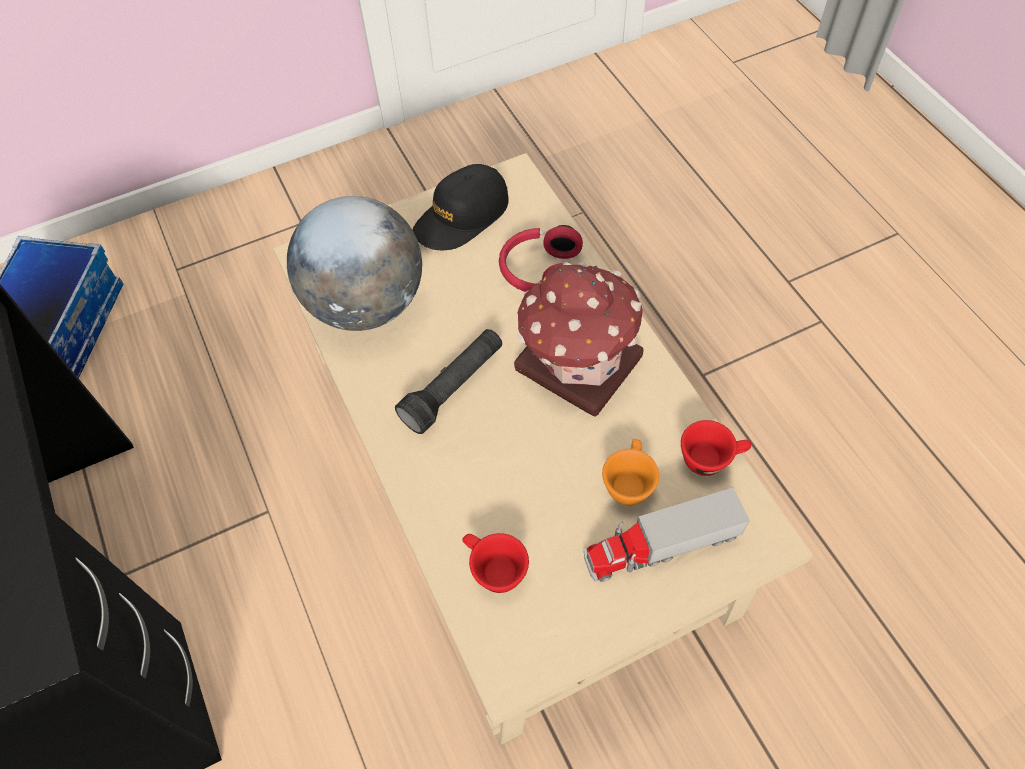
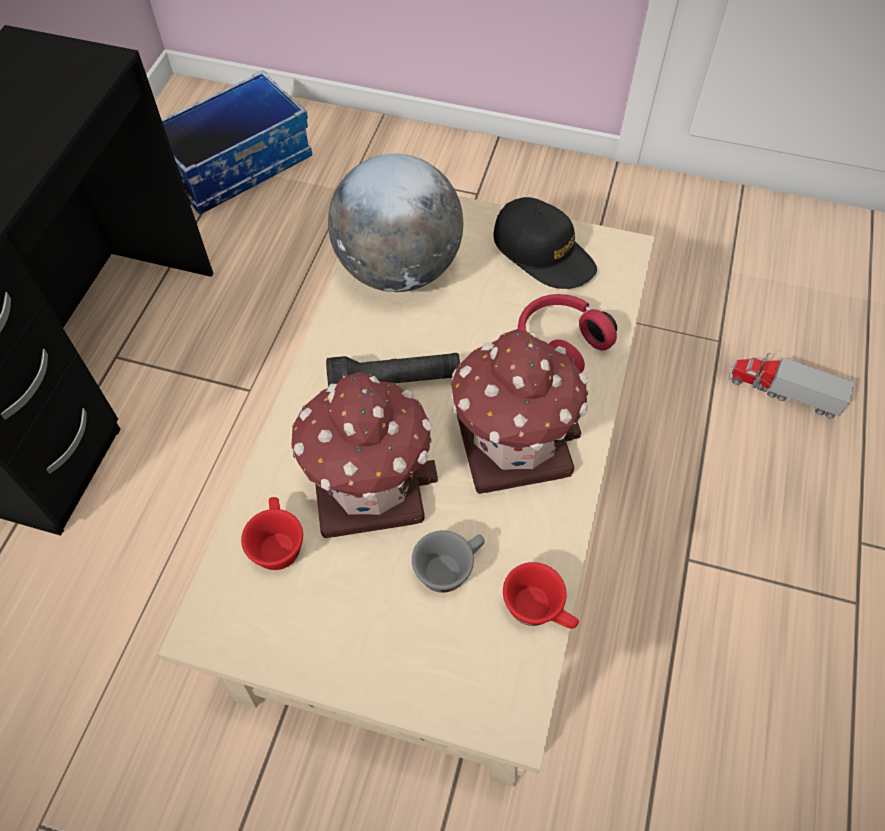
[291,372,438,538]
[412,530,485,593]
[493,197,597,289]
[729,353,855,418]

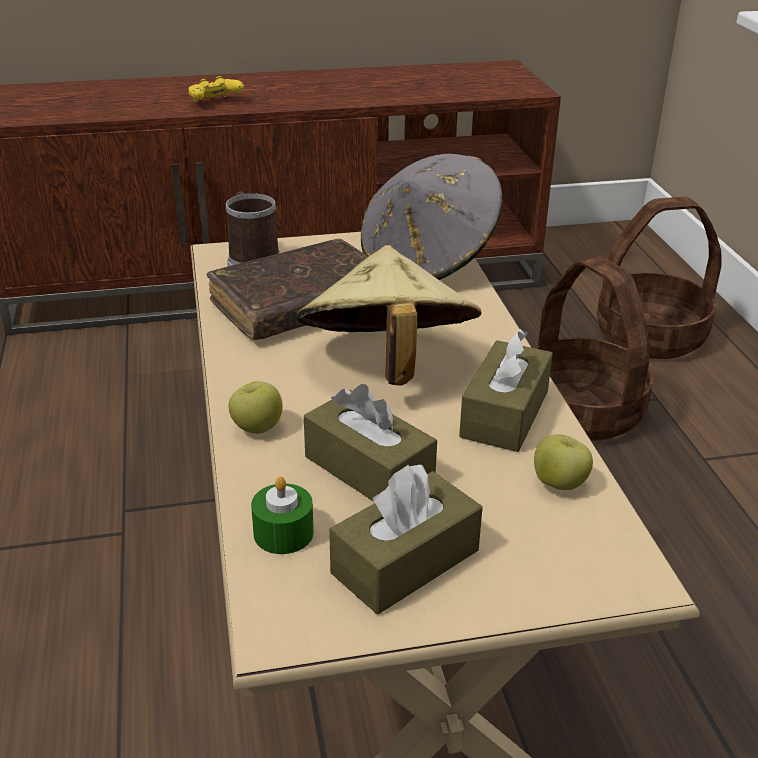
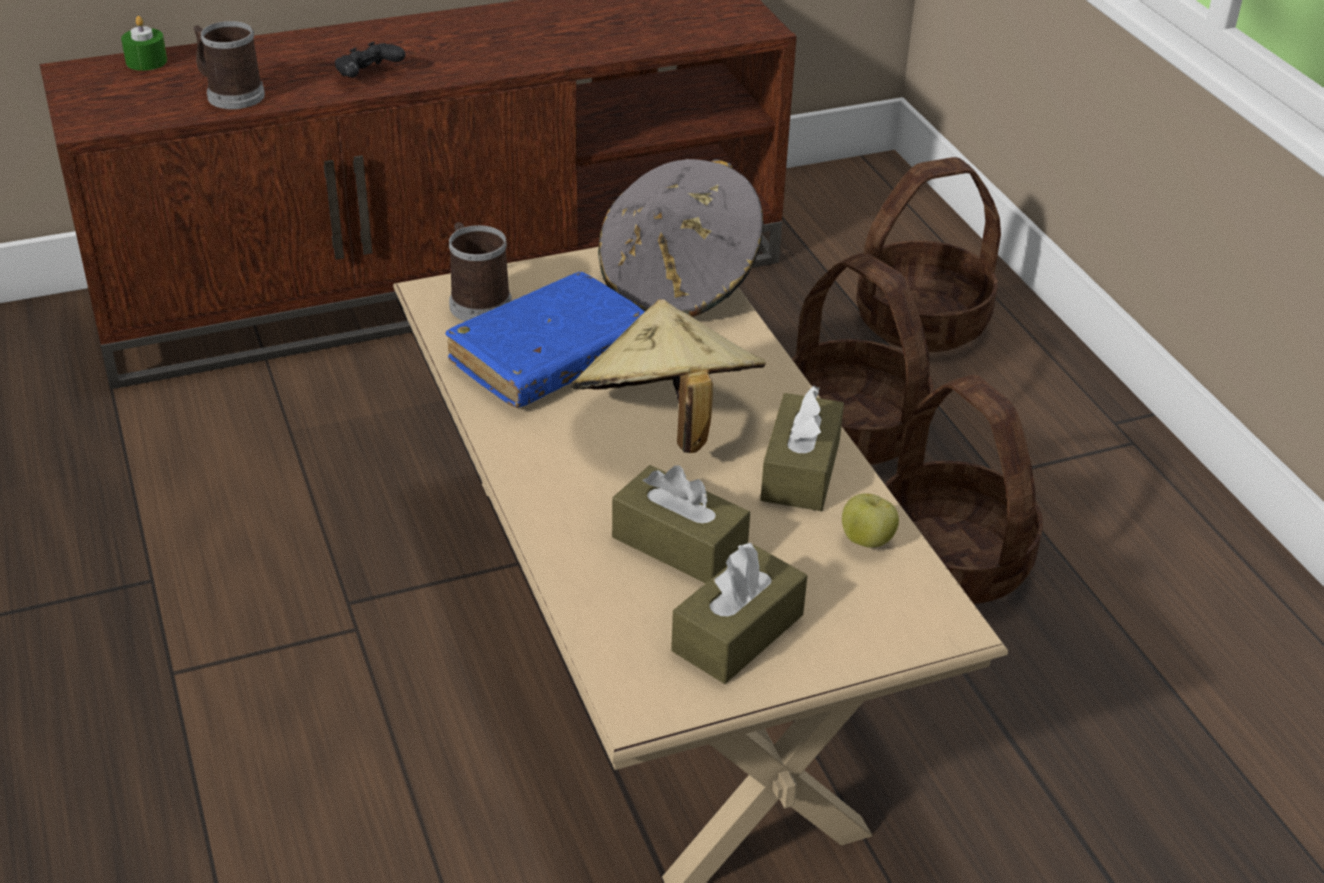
[121,16,167,71]
[193,21,265,109]
[335,42,406,78]
[445,272,645,408]
[885,375,1043,604]
[228,381,283,434] (first image)

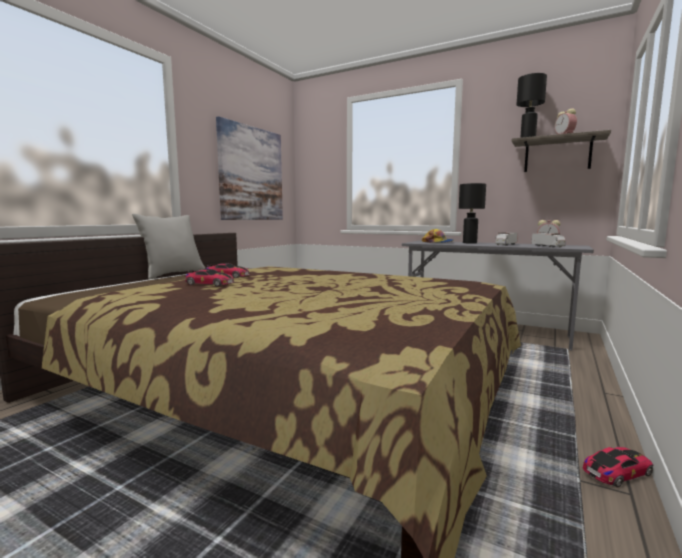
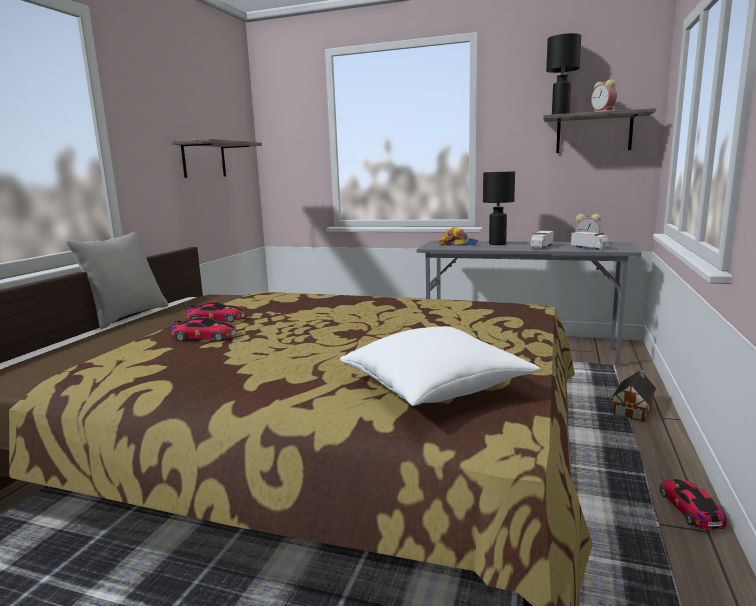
[172,139,262,178]
[340,326,540,406]
[612,370,657,422]
[660,479,727,530]

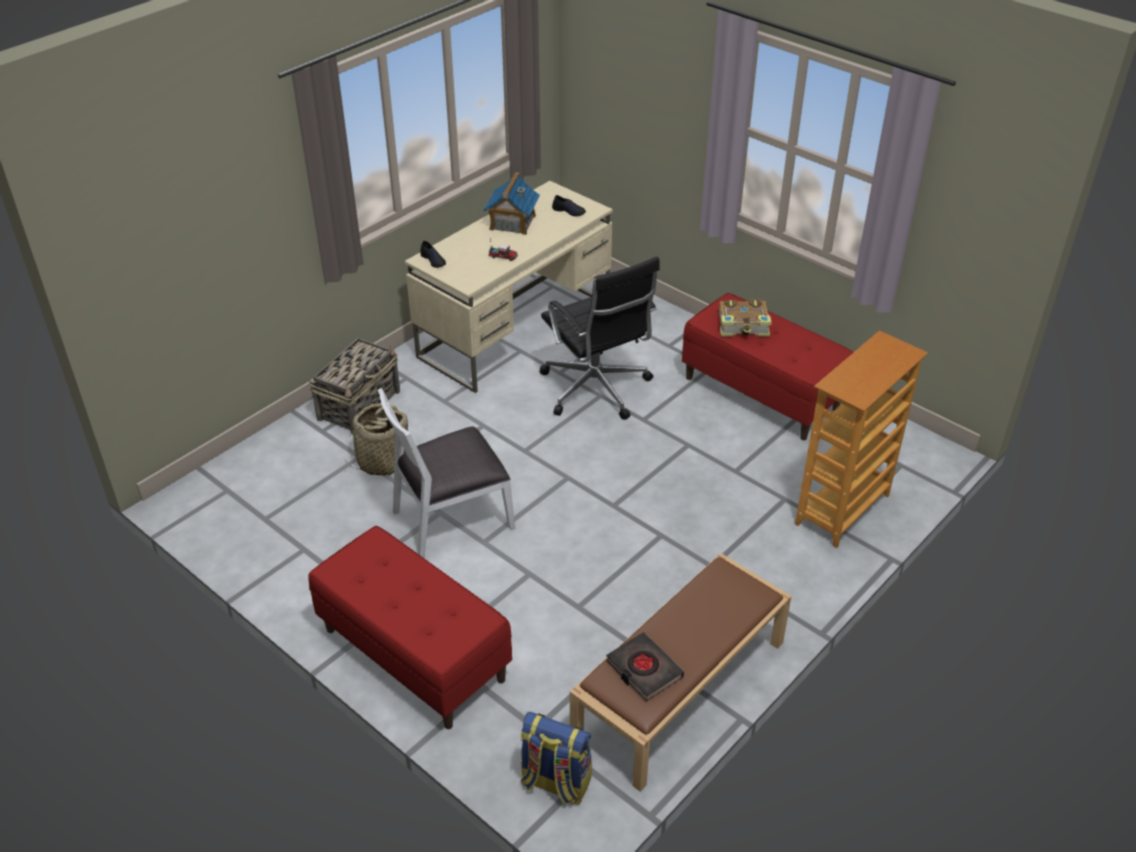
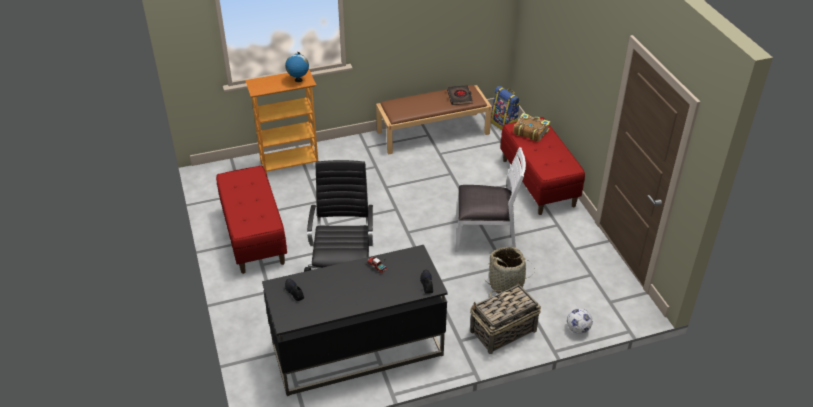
[262,245,448,396]
[285,52,309,82]
[513,113,551,141]
[567,309,593,334]
[483,172,540,235] (first image)

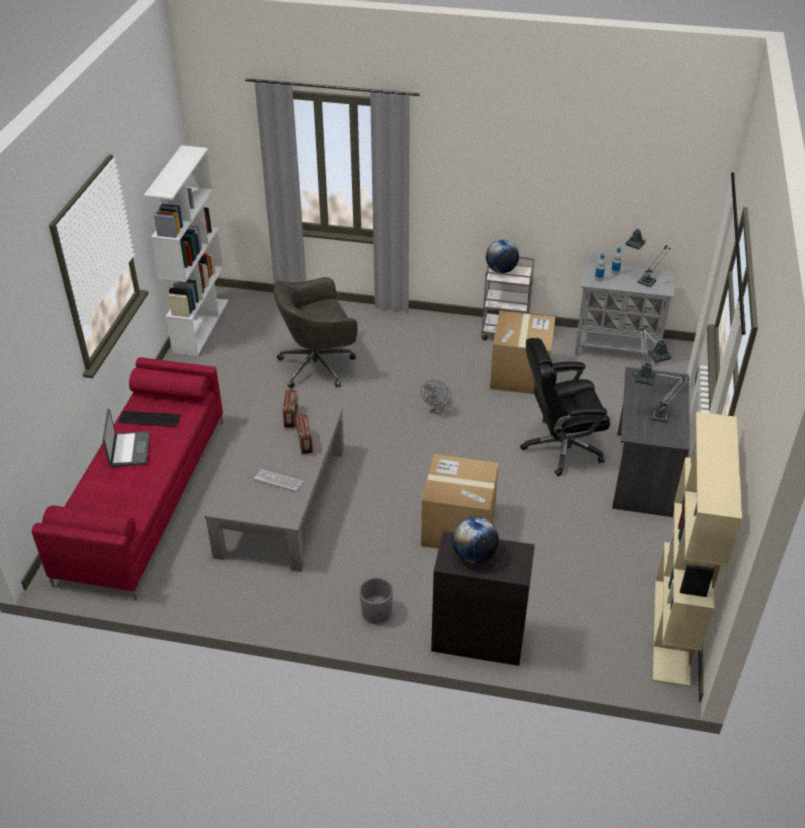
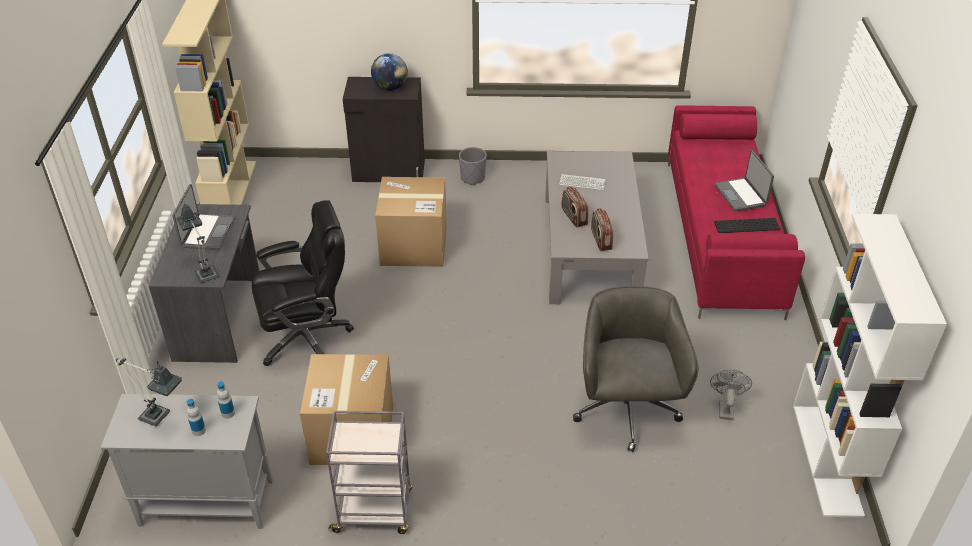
[172,184,235,250]
[573,286,699,452]
[710,369,752,420]
[486,240,519,273] (first image)

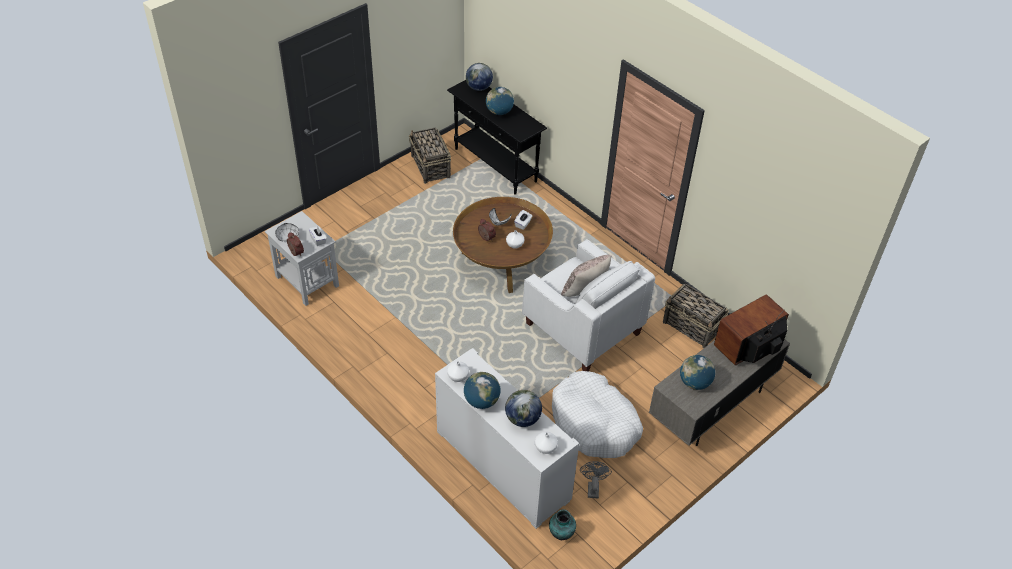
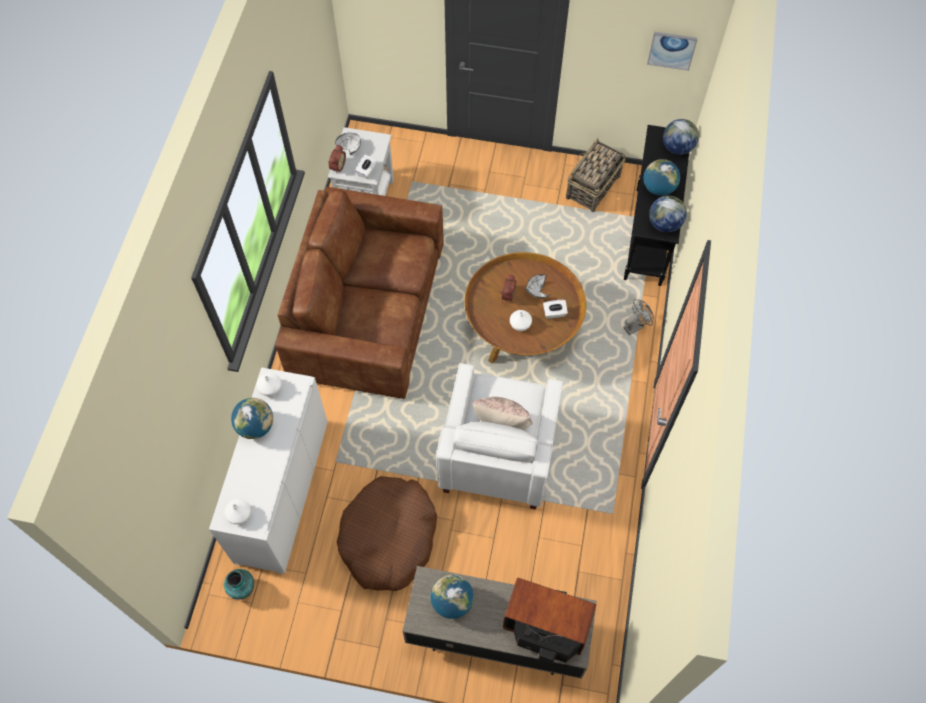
[275,187,444,399]
[337,476,437,591]
[623,299,654,336]
[647,32,698,71]
[649,195,687,232]
[663,284,729,348] (first image)

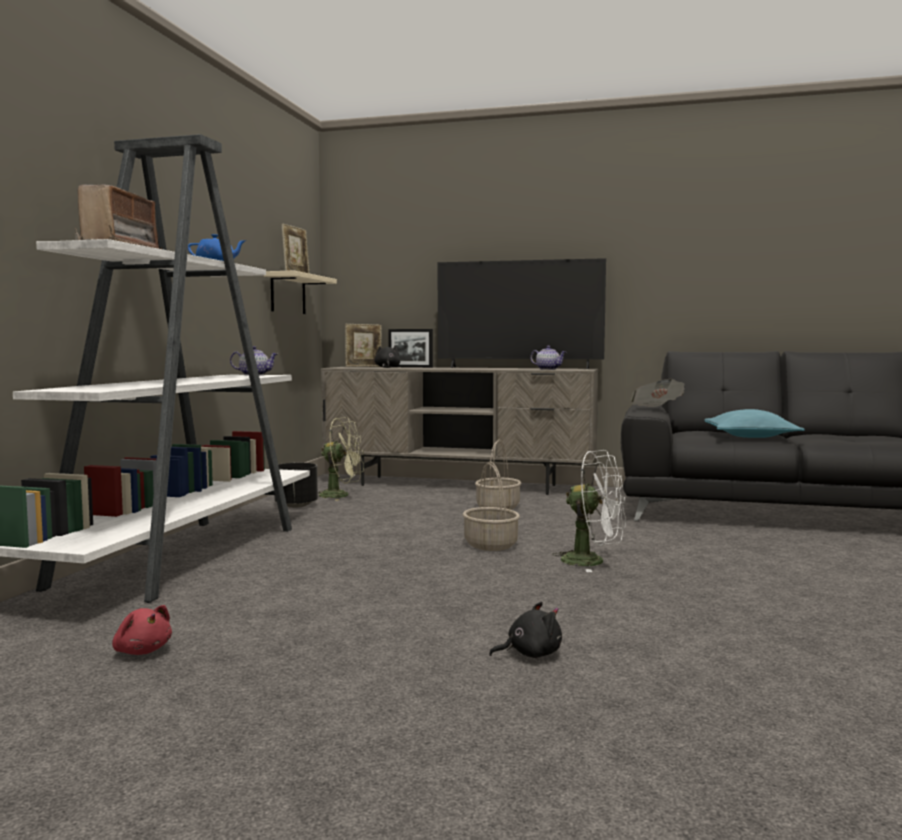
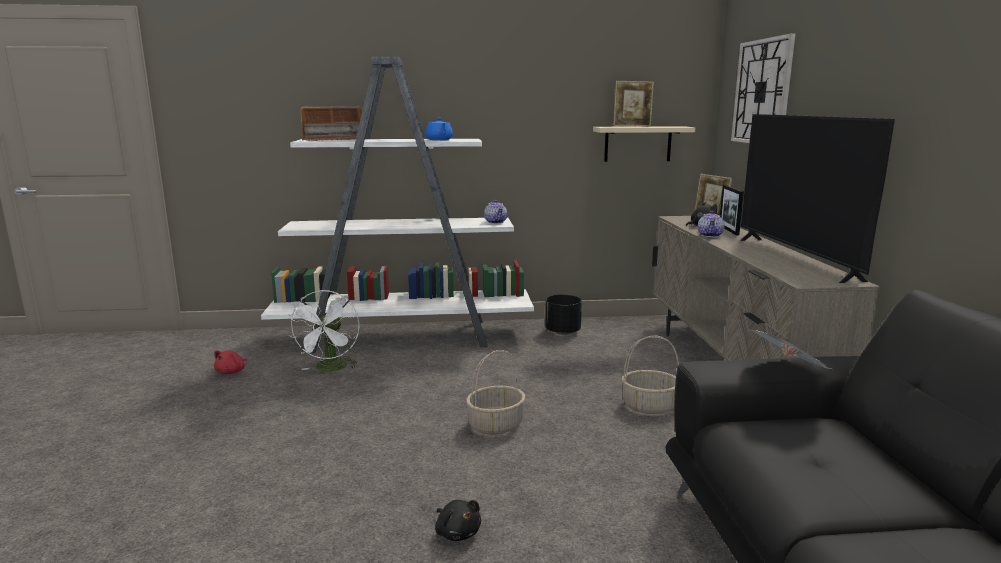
[289,290,359,371]
[435,500,481,541]
[698,211,725,237]
[731,33,796,143]
[318,417,364,501] (first image)
[704,409,805,438] (first image)

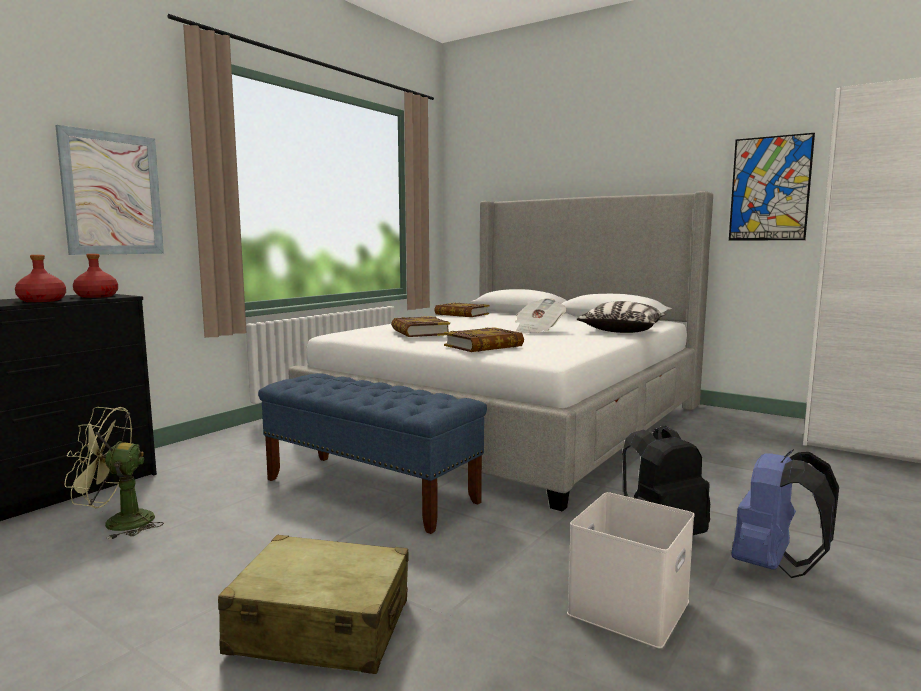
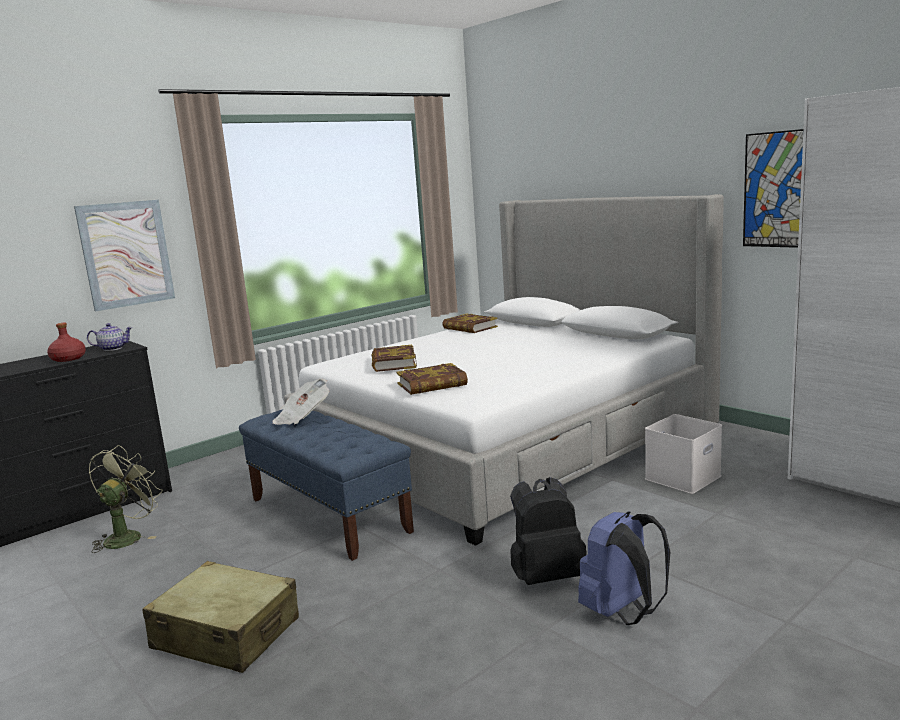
[87,323,133,351]
[89,445,162,553]
[272,379,330,425]
[645,414,722,494]
[577,301,665,333] (first image)

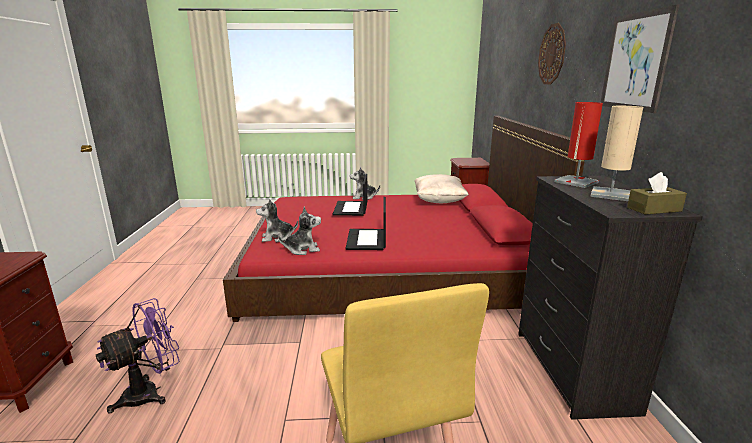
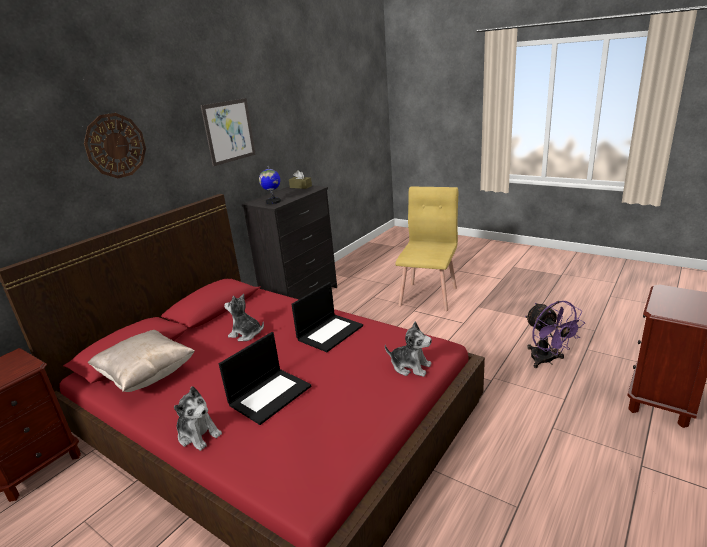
[224,294,264,341]
[259,165,281,204]
[525,301,585,368]
[590,106,643,201] (first image)

